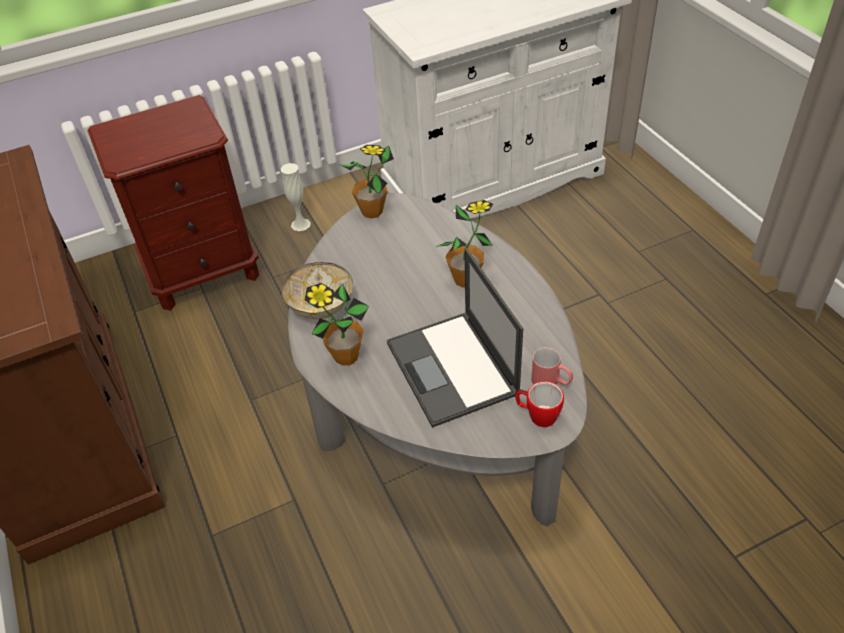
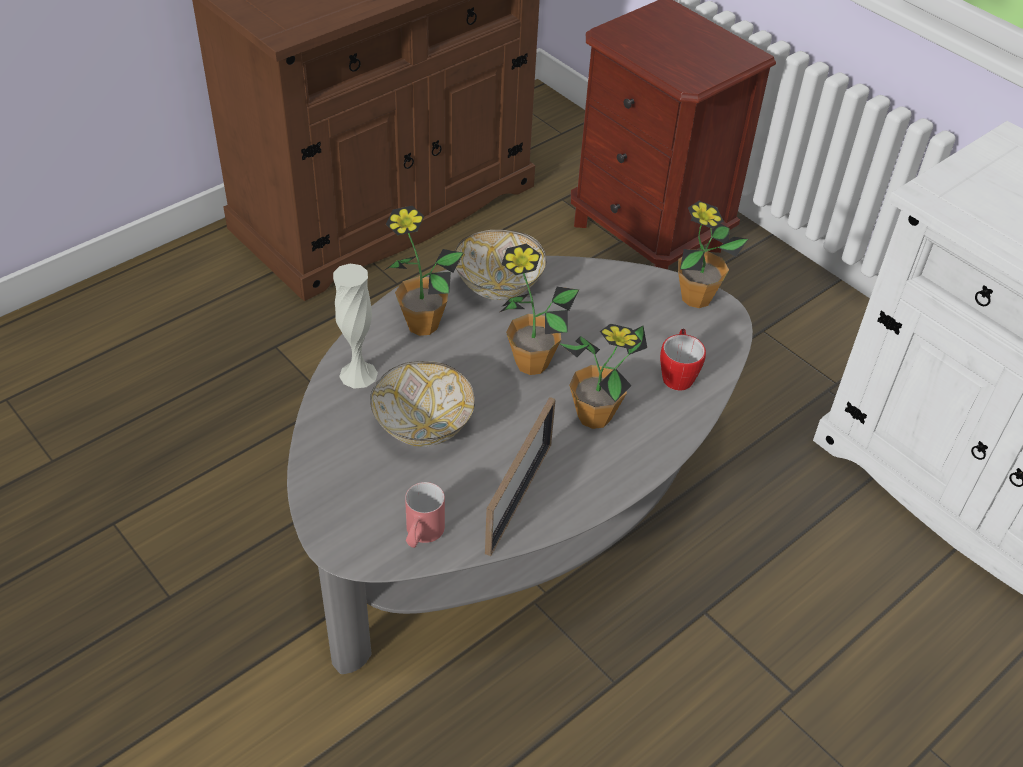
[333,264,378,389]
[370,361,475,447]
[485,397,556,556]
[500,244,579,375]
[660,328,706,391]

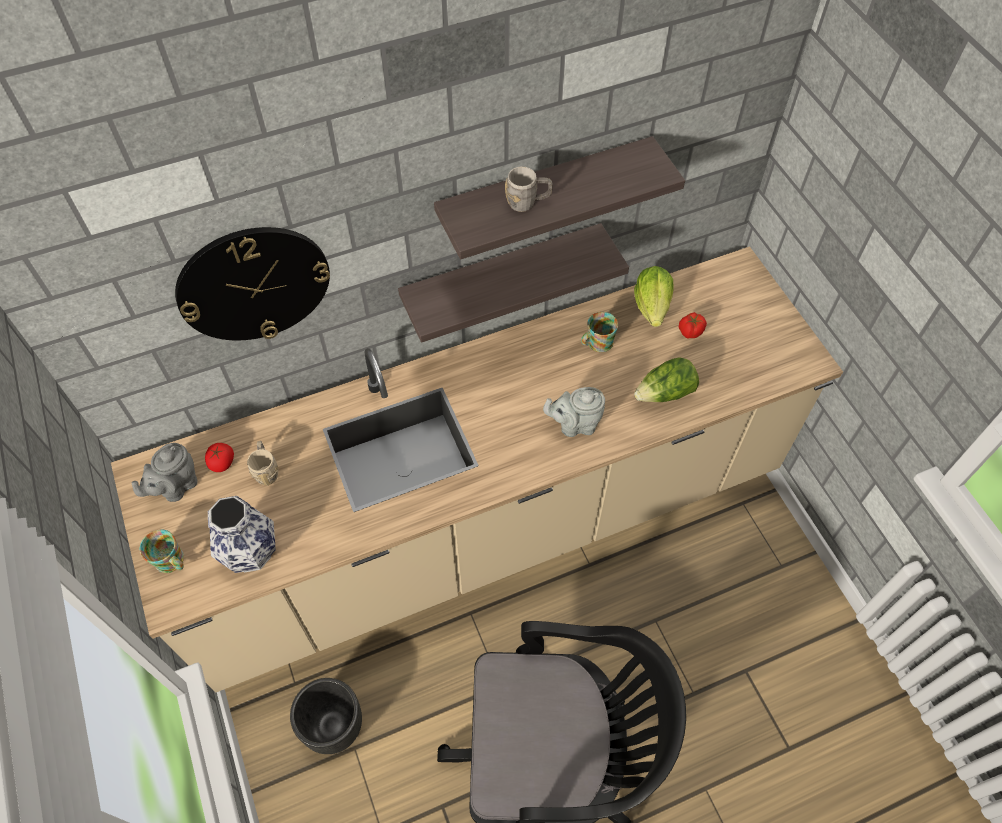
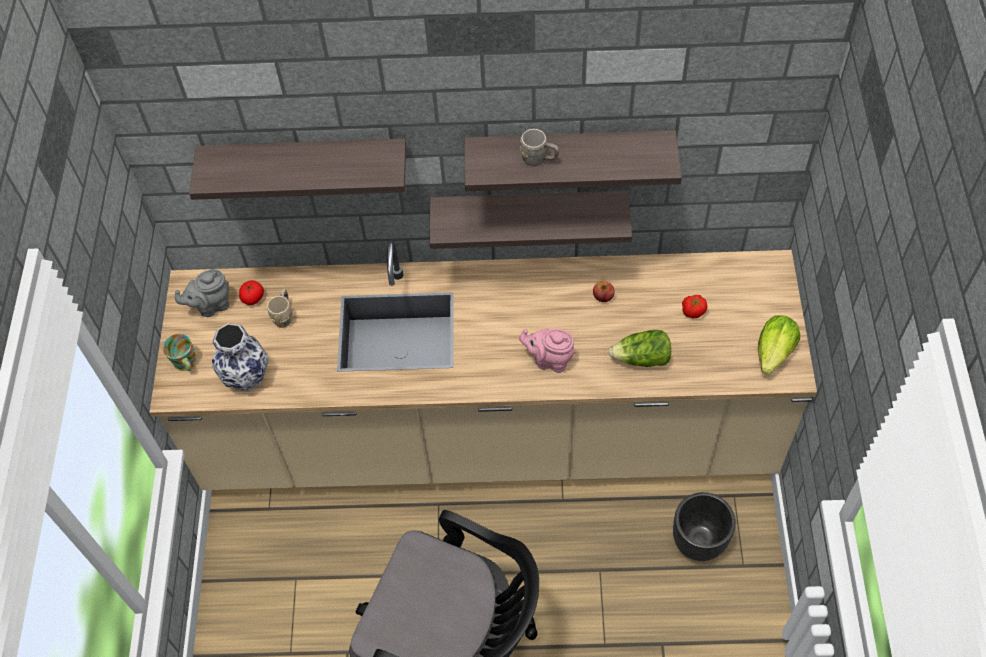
[189,138,406,200]
[519,328,575,373]
[593,281,615,302]
[673,492,736,561]
[758,315,800,375]

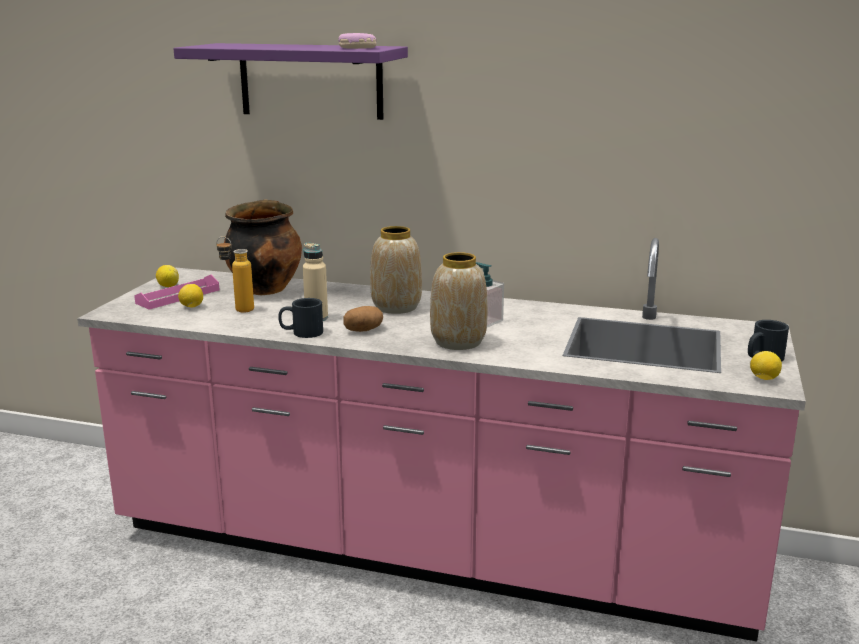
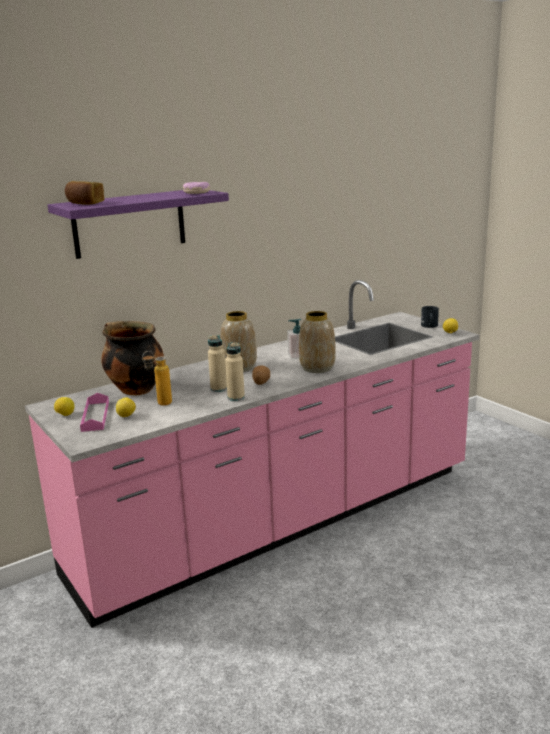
[65,181,104,205]
[225,342,245,401]

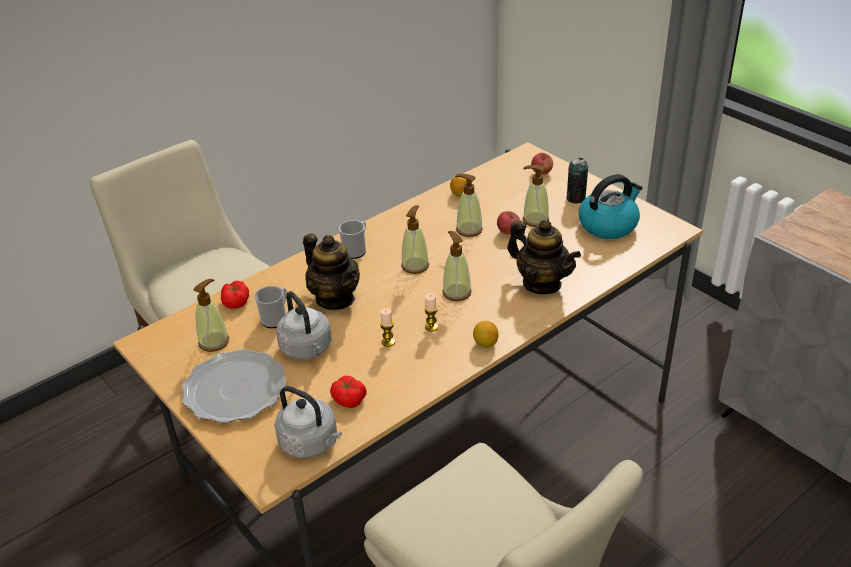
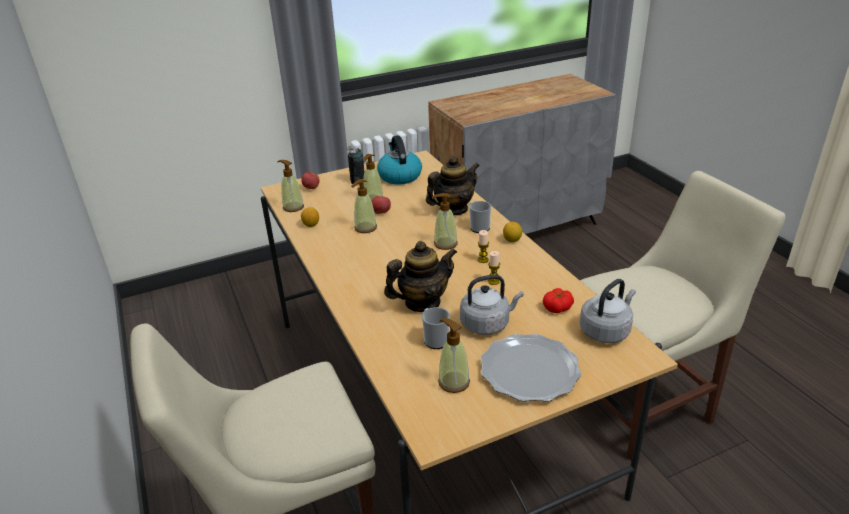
[277,160,304,212]
[469,201,491,233]
[221,281,249,308] (first image)

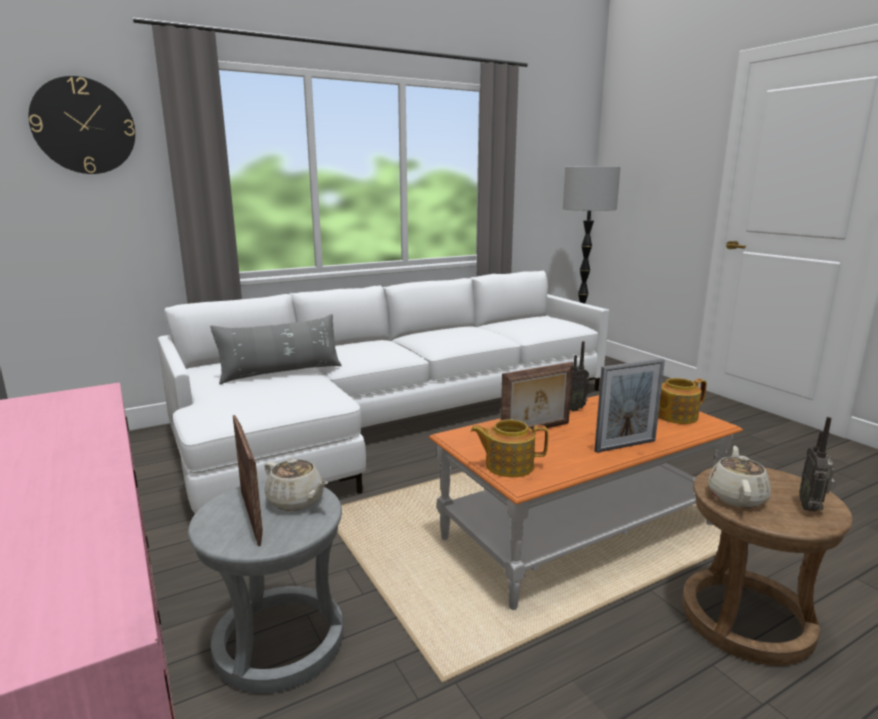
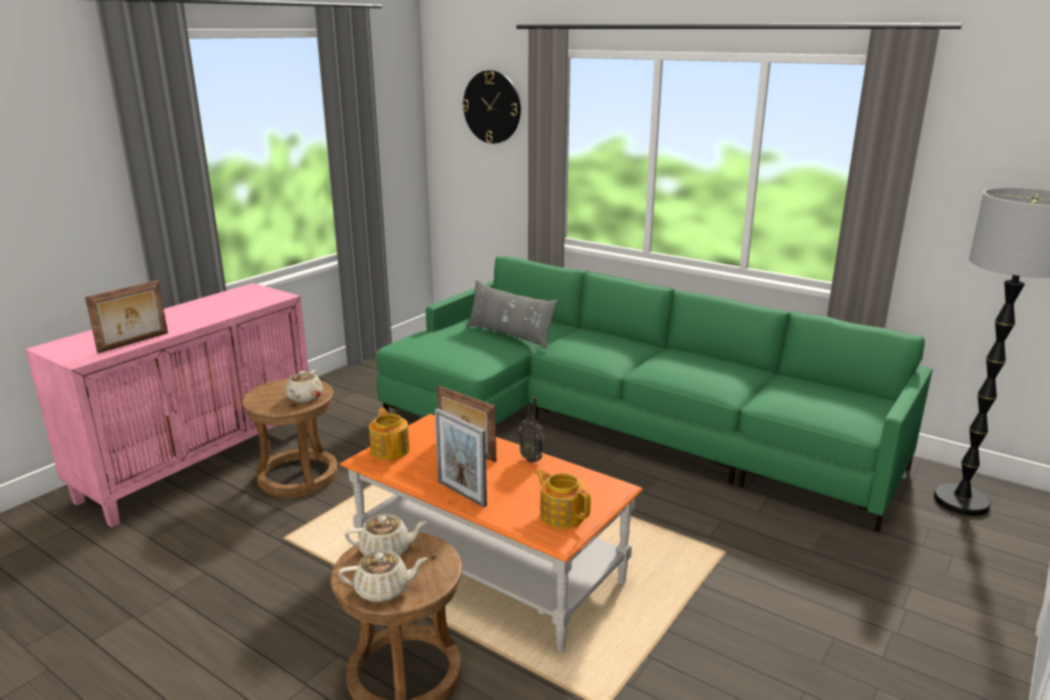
[85,280,168,353]
[242,378,338,498]
[338,550,428,603]
[376,256,933,532]

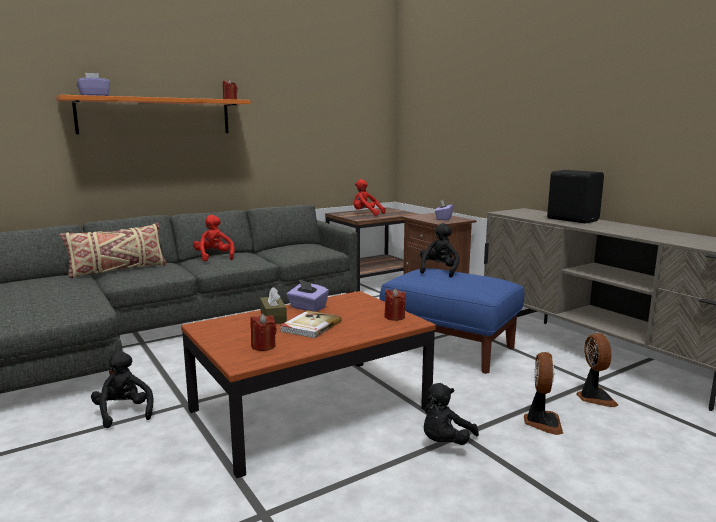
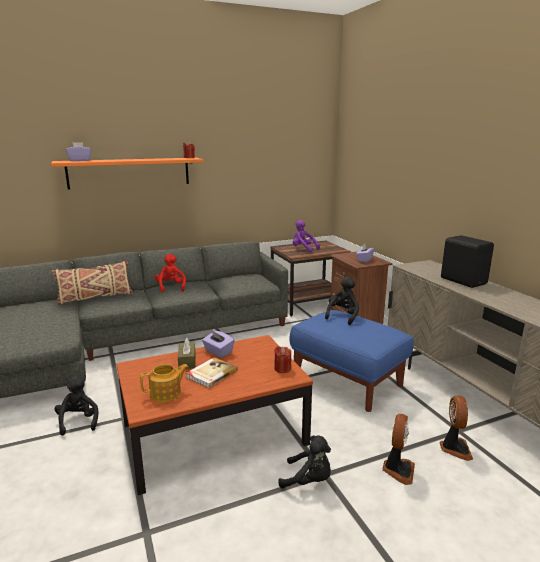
[140,364,188,402]
[278,435,331,488]
[293,220,320,252]

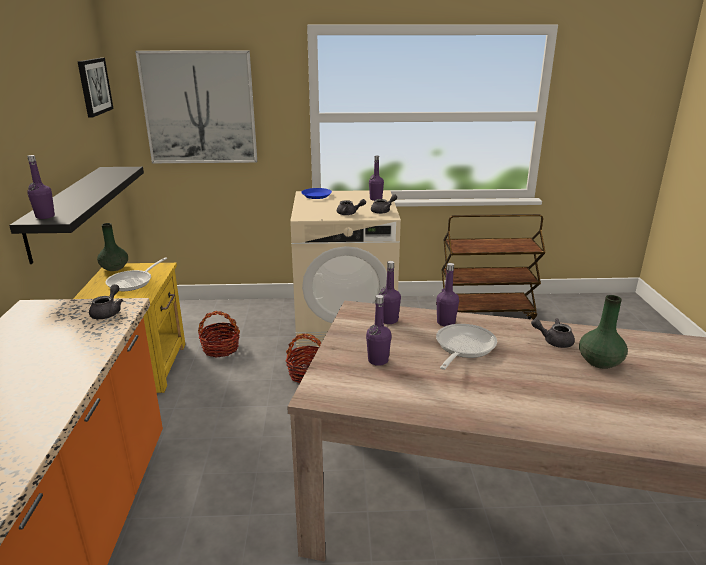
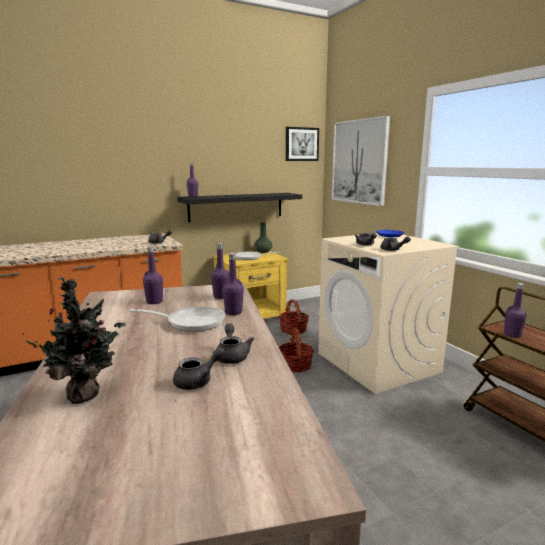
[22,277,126,404]
[173,347,225,390]
[504,283,527,338]

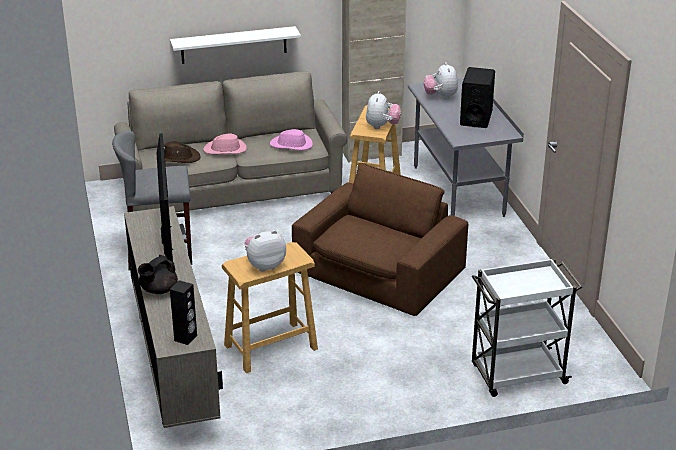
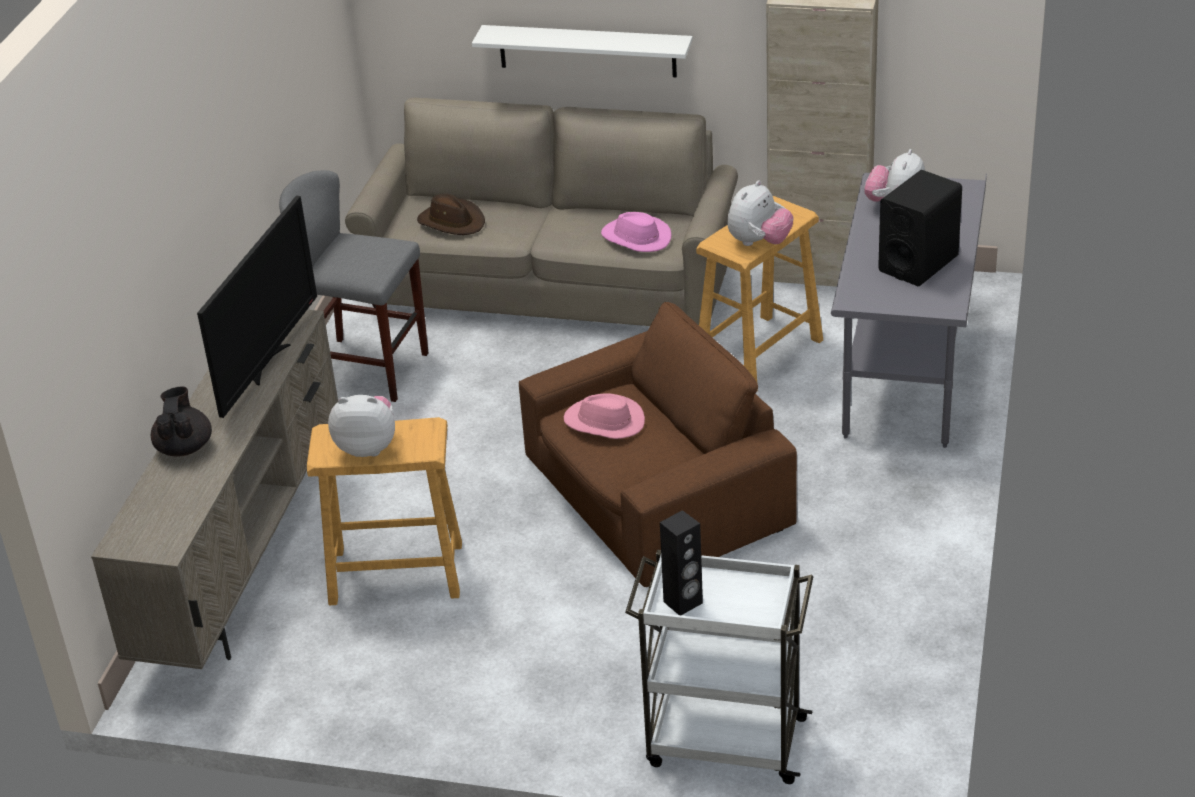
[151,387,212,456]
[564,393,645,439]
[660,510,703,615]

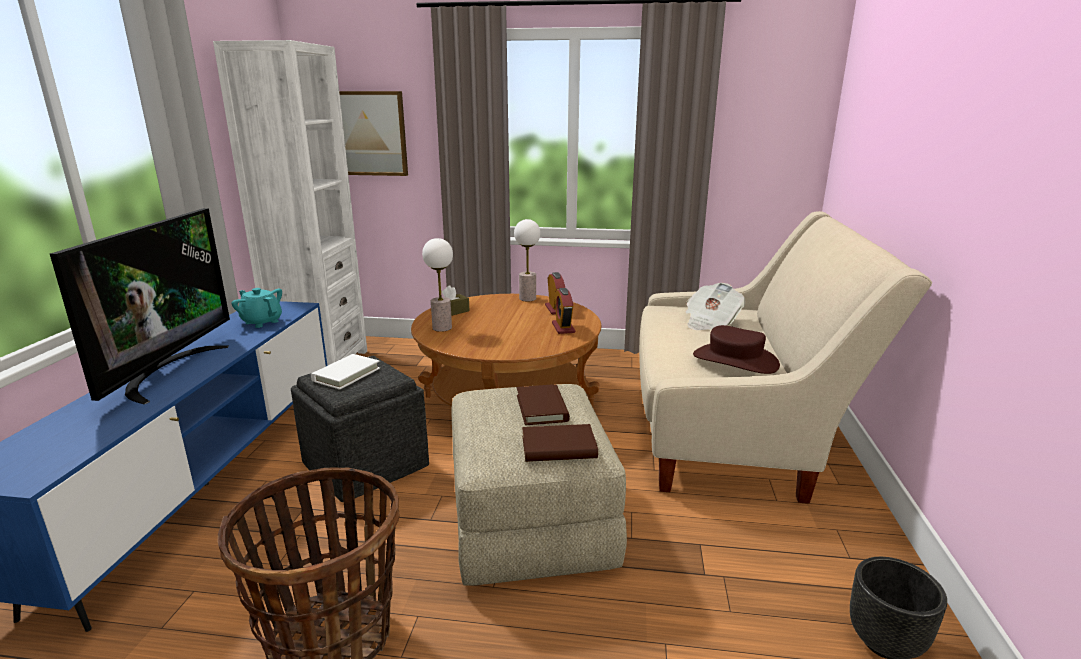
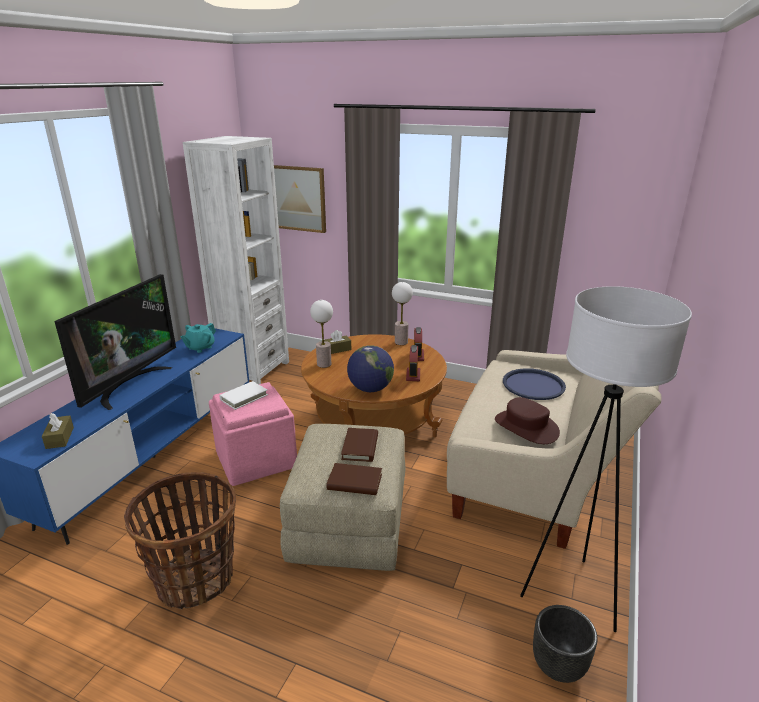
[42,413,74,449]
[180,323,216,353]
[209,382,297,486]
[347,345,394,392]
[503,368,566,400]
[520,286,692,632]

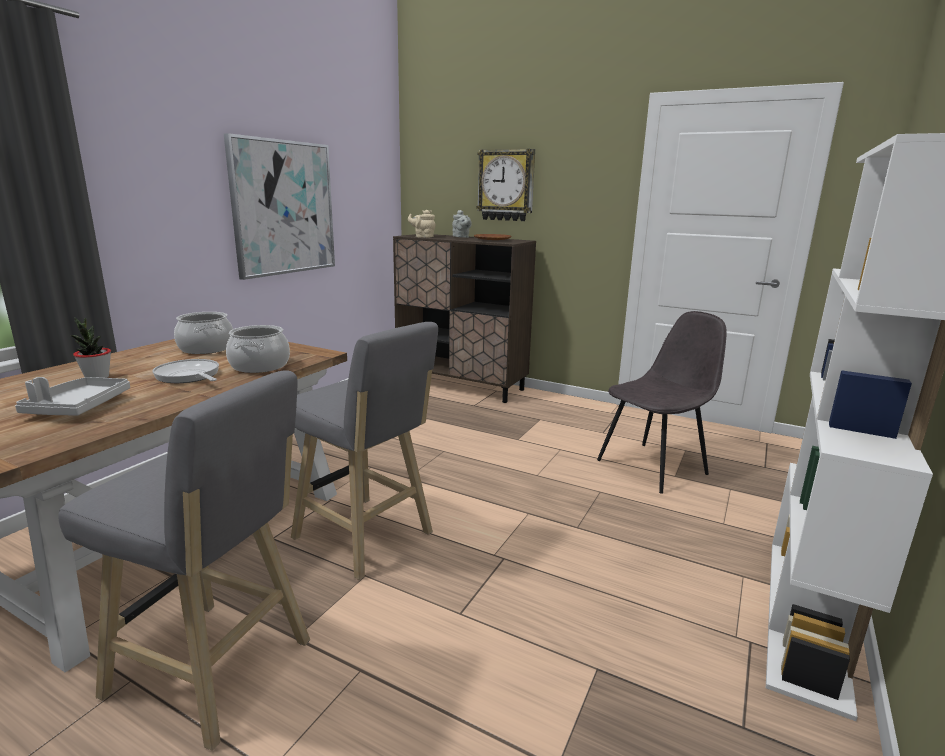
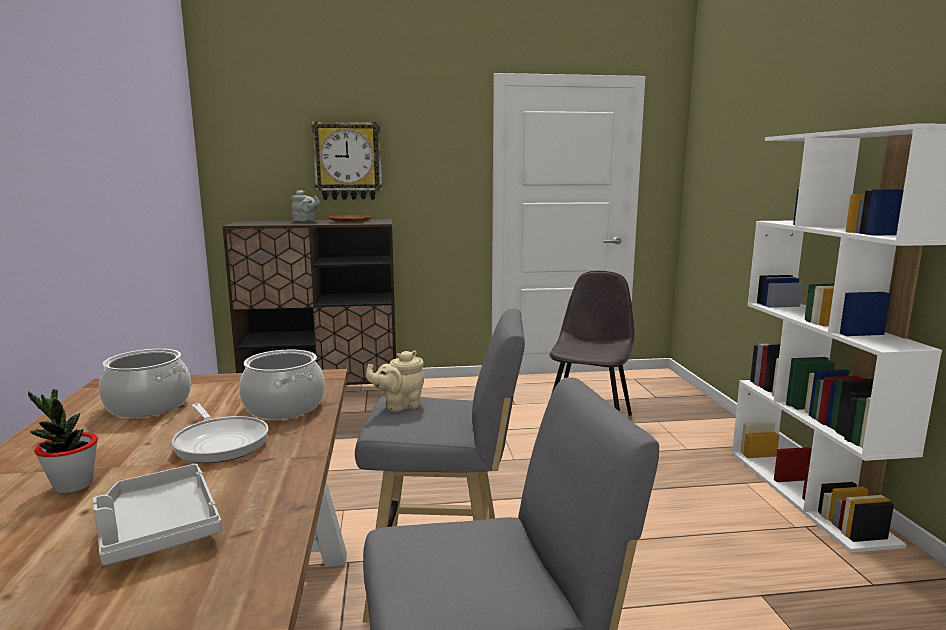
[172,403,269,463]
[366,351,424,412]
[224,133,335,280] (first image)

